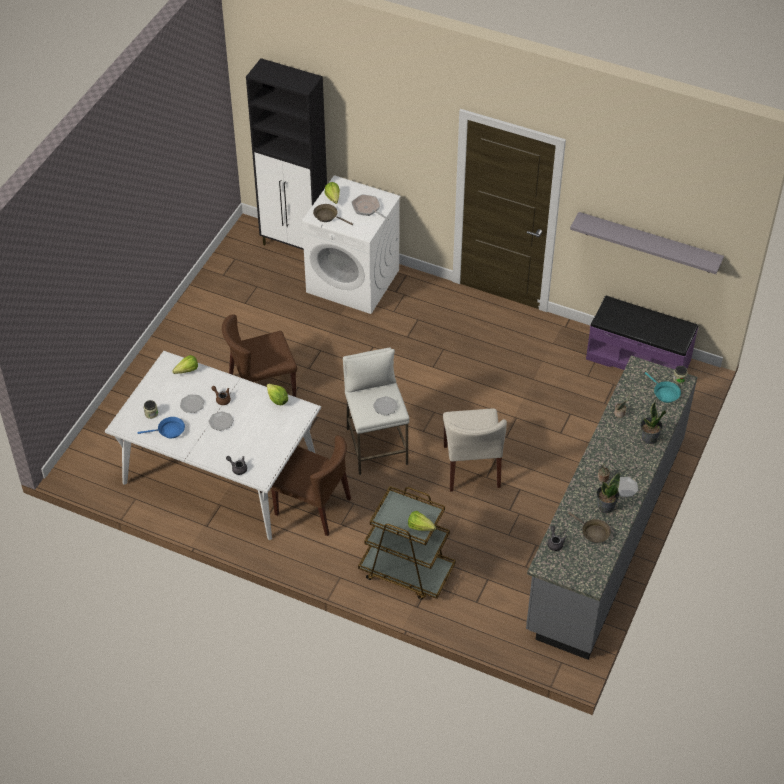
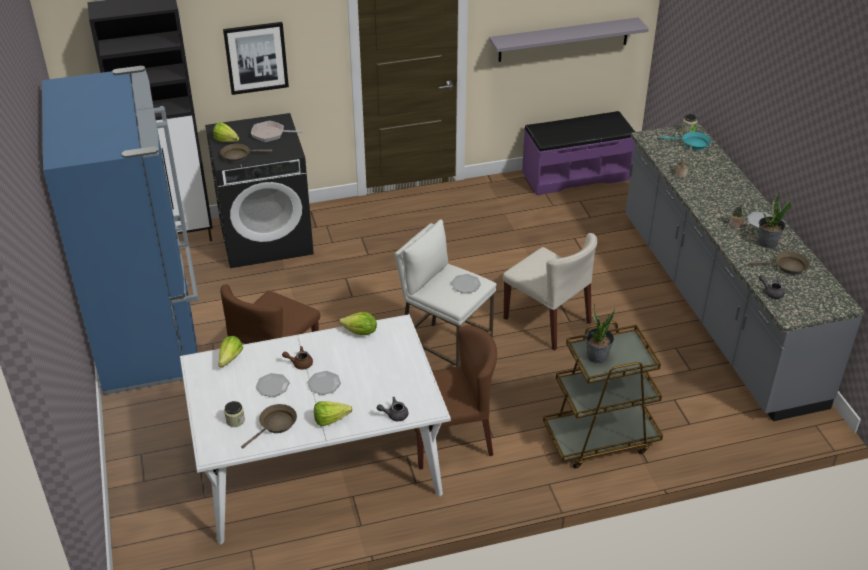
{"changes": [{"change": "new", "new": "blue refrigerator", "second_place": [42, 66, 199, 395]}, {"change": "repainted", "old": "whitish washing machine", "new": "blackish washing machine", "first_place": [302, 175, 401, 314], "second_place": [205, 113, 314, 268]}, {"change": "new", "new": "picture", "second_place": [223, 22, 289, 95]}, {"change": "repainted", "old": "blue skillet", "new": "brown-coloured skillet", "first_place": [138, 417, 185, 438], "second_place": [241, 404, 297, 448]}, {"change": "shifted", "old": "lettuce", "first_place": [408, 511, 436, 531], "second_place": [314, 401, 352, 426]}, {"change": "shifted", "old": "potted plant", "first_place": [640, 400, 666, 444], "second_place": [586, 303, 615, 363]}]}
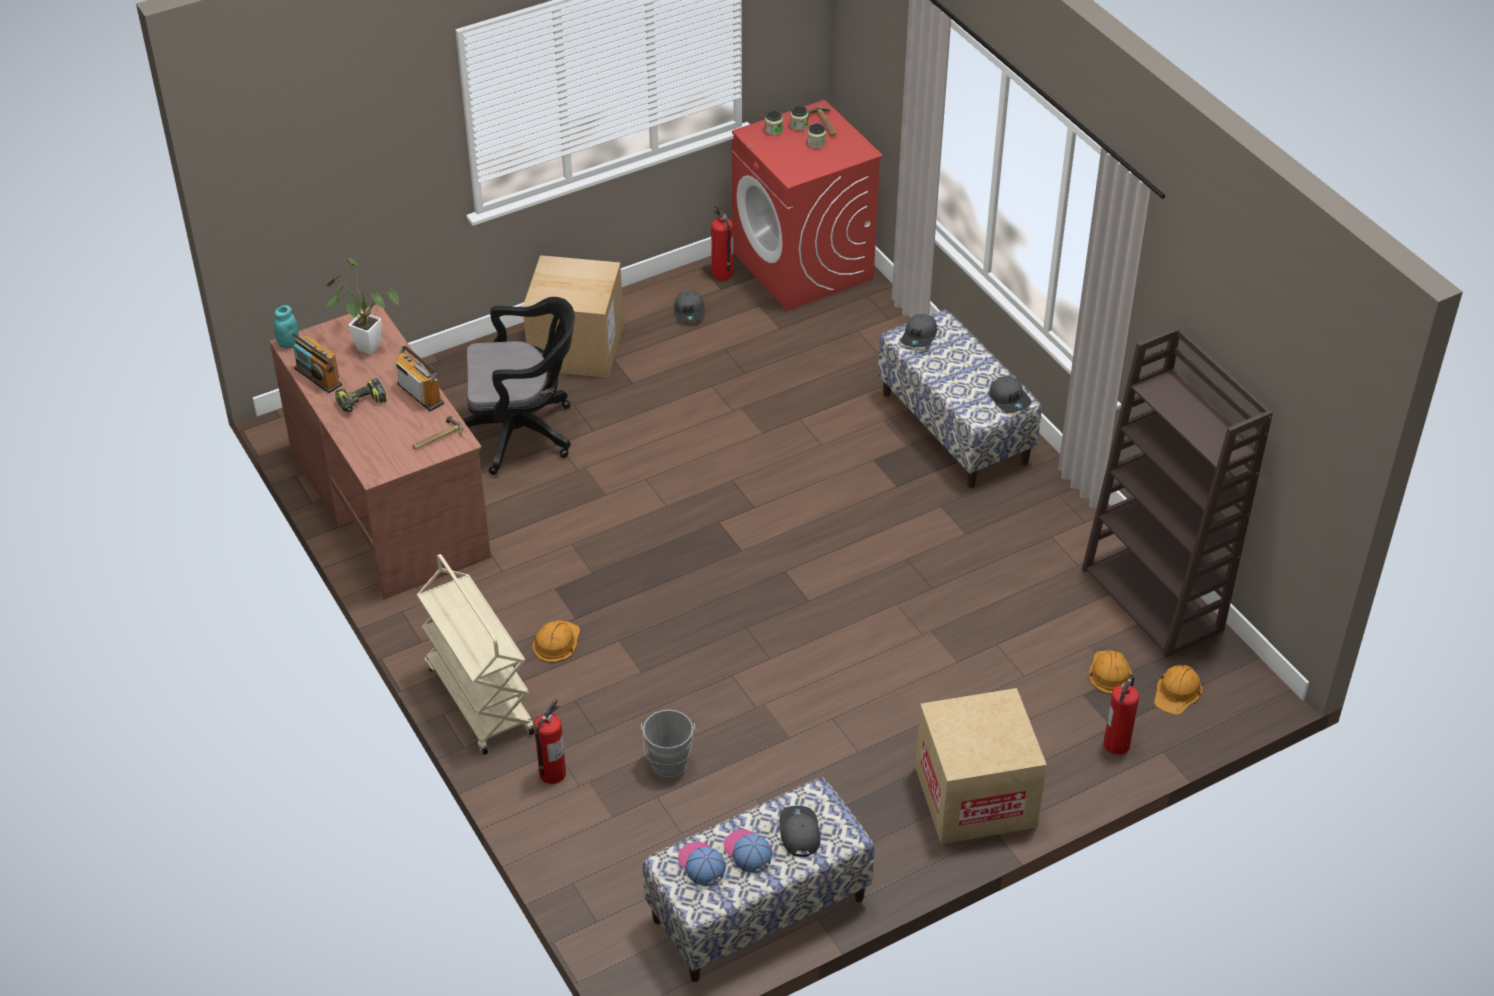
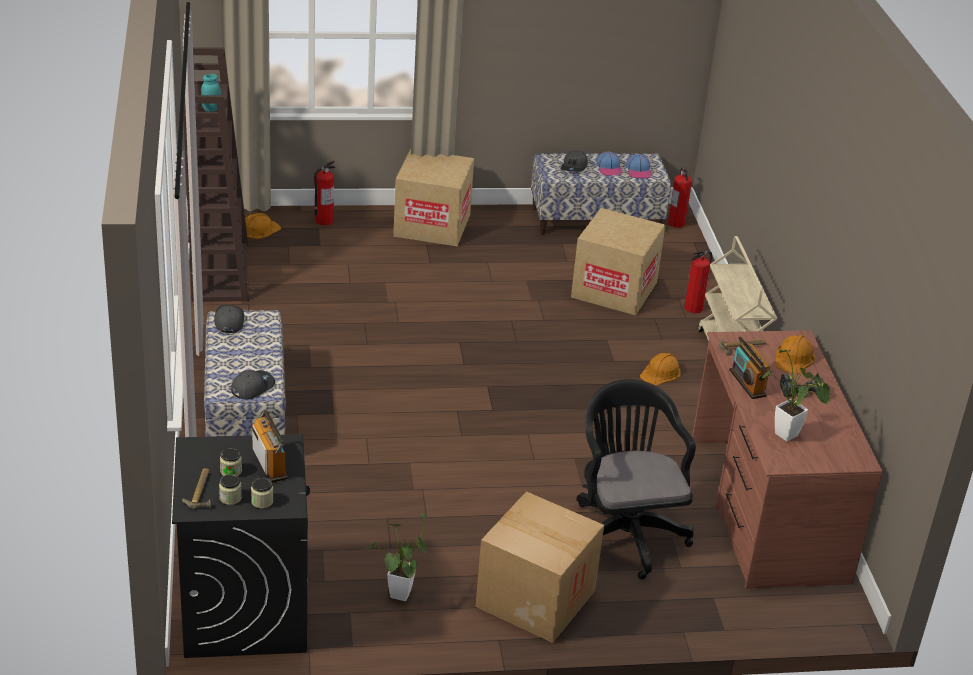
{"changes": [{"change": "repainted", "old": "reddish washing machine", "new": "blackish washing machine", "first_place": [732, 100, 883, 311], "second_place": [172, 434, 310, 658]}, {"change": "shifted", "old": "turquoise-coloured jar", "first_place": [274, 305, 299, 349], "second_place": [201, 74, 221, 112]}, {"change": "shifted", "old": "radio set", "first_place": [292, 333, 342, 393], "second_place": [252, 411, 288, 483]}, {"change": "swapped", "old": "greyish baseball cap", "new": "potted plant", "first_place": [675, 290, 705, 322], "second_place": [358, 513, 428, 601]}, {"change": "swapped", "old": "greyish water bucket", "new": "packing box", "first_place": [641, 709, 695, 777], "second_place": [571, 208, 665, 315]}, {"change": "rotated", "old": "blackish desk chair", "first_place": [462, 297, 575, 475], "second_place": [576, 379, 696, 580], "degrees": 60}, {"change": "shifted", "old": "extinguisher", "first_place": [711, 204, 733, 281], "second_place": [668, 167, 692, 228]}, {"change": "shifted", "old": "orange safety helmet", "first_place": [1089, 651, 1132, 695], "second_place": [775, 335, 815, 374]}]}
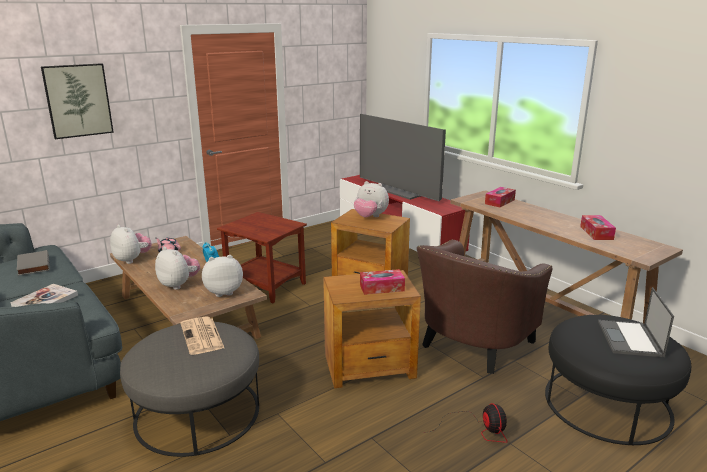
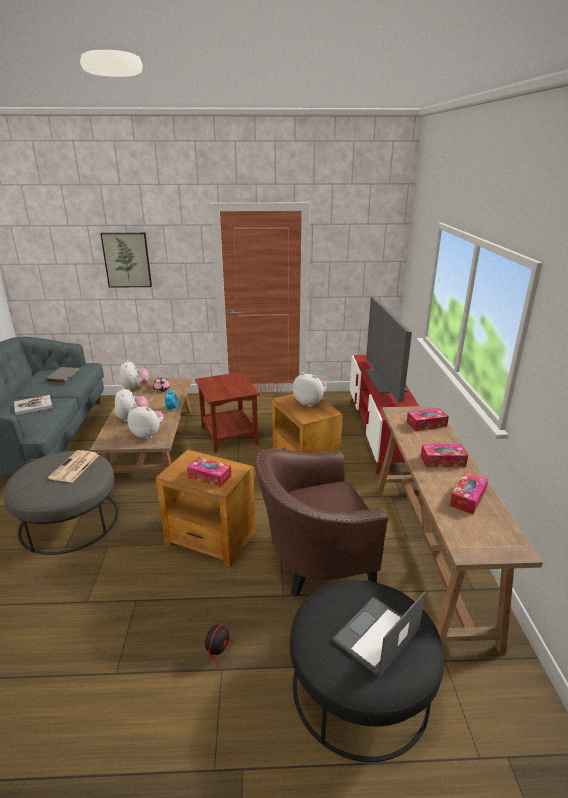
{"changes": [{"change": "rotated", "old": "cuddly toy", "first_place": [354, 181, 389, 217], "second_place": [293, 372, 327, 407], "degrees": 150}, {"change": "new", "new": "tissue holder", "second_place": [421, 444, 468, 467]}]}
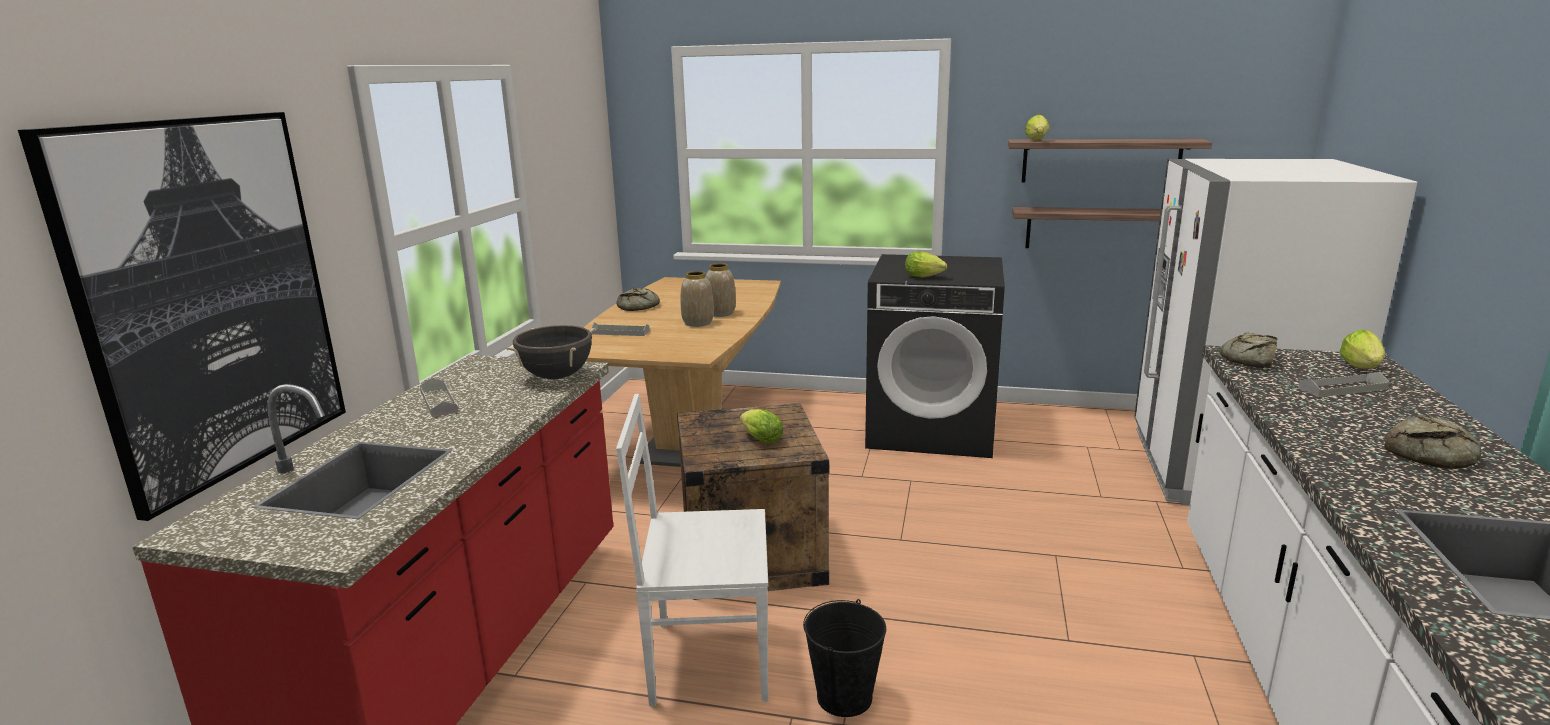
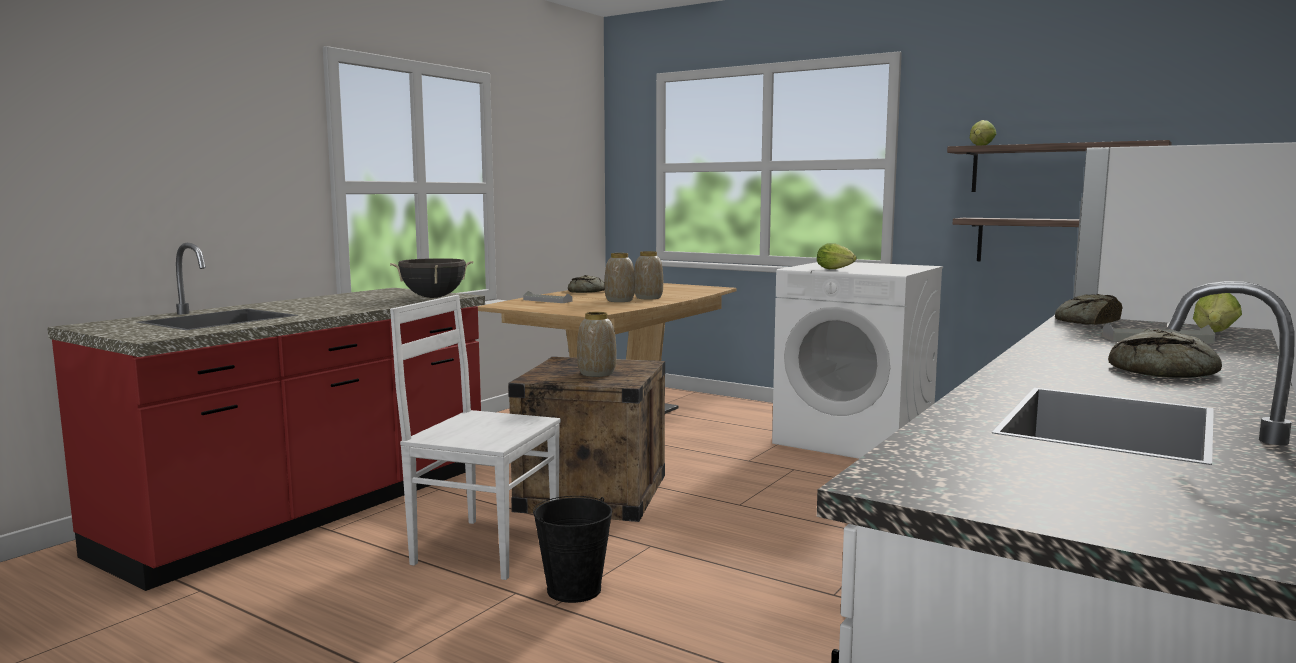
{"changes": [{"change": "swapped", "old": "lettuce", "new": "flower vase", "first_place": [740, 409, 783, 444], "second_place": [577, 312, 616, 377]}, {"change": "repainted", "old": "blackish washing machine", "new": "whitish washing machine", "first_place": [865, 254, 1005, 458], "second_place": [772, 262, 943, 459]}, {"change": "gone", "old": "picture", "first_place": [18, 112, 346, 521]}, {"change": "gone", "old": "greyish serving tray", "first_place": [420, 378, 458, 417]}]}
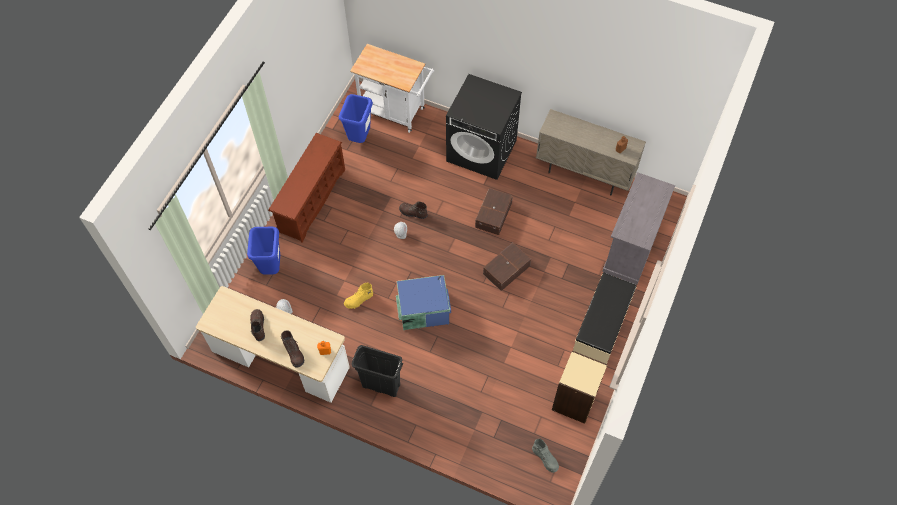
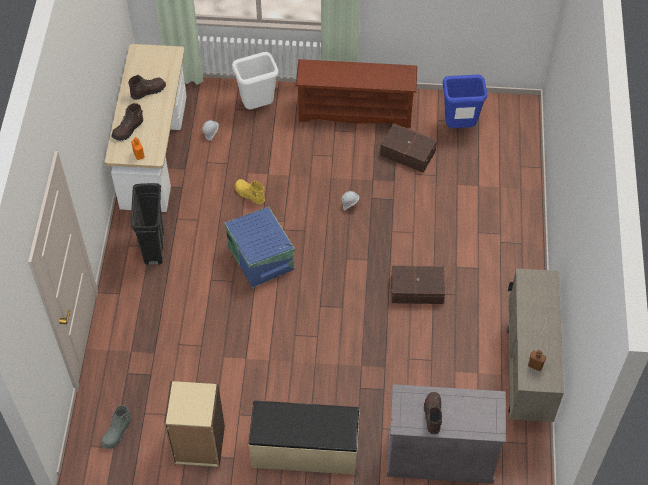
{"changes": [{"change": "repainted", "old": "blue trash can", "new": "whitish trash can", "first_place": [247, 227, 280, 275], "second_place": [232, 52, 279, 109]}, {"change": "shifted", "old": "brown-coloured storage box", "first_place": [483, 243, 531, 291], "second_place": [380, 123, 437, 173]}, {"change": "shifted", "old": "brown-coloured high-top boot", "first_place": [399, 201, 428, 219], "second_place": [423, 392, 442, 434]}, {"change": "gone", "old": "whitish trolley", "first_place": [350, 44, 434, 133]}, {"change": "gone", "old": "blackish washing machine", "first_place": [446, 74, 522, 180]}]}
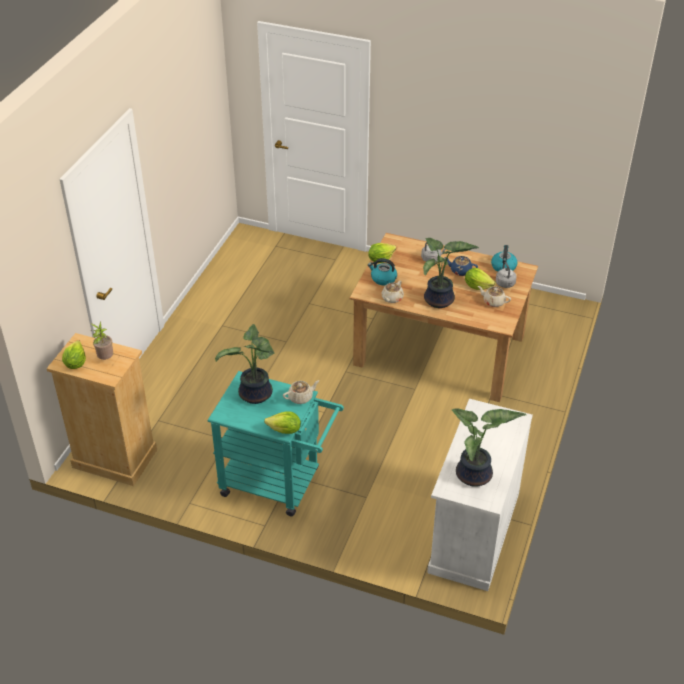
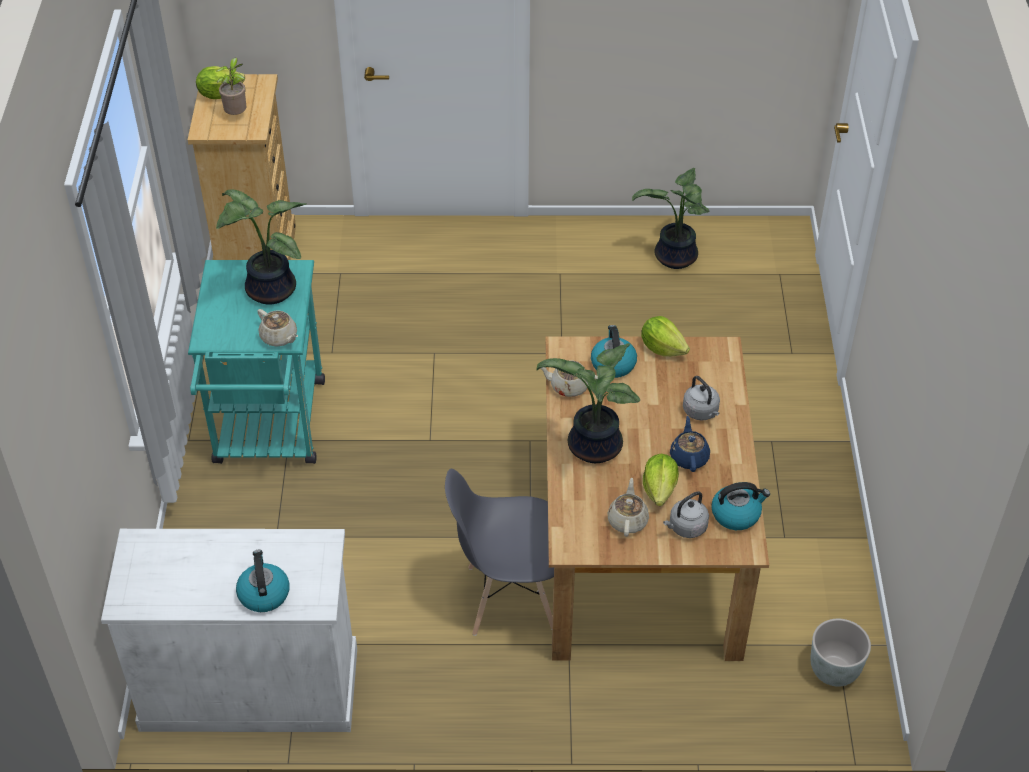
{"changes": [{"change": "new", "new": "kettle", "second_place": [236, 550, 290, 612]}, {"change": "new", "new": "greyish plain chair", "second_place": [445, 469, 554, 636]}, {"change": "shifted", "old": "potted plant", "first_place": [452, 408, 527, 487], "second_place": [632, 168, 709, 269]}, {"change": "new", "new": "greyish flower pot", "second_place": [810, 619, 871, 687]}, {"change": "gone", "old": "lettuce", "first_place": [264, 411, 301, 434]}]}
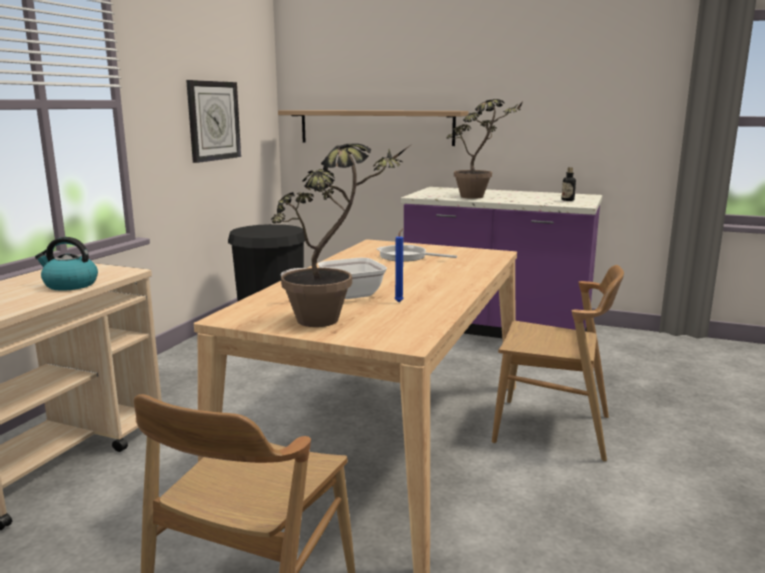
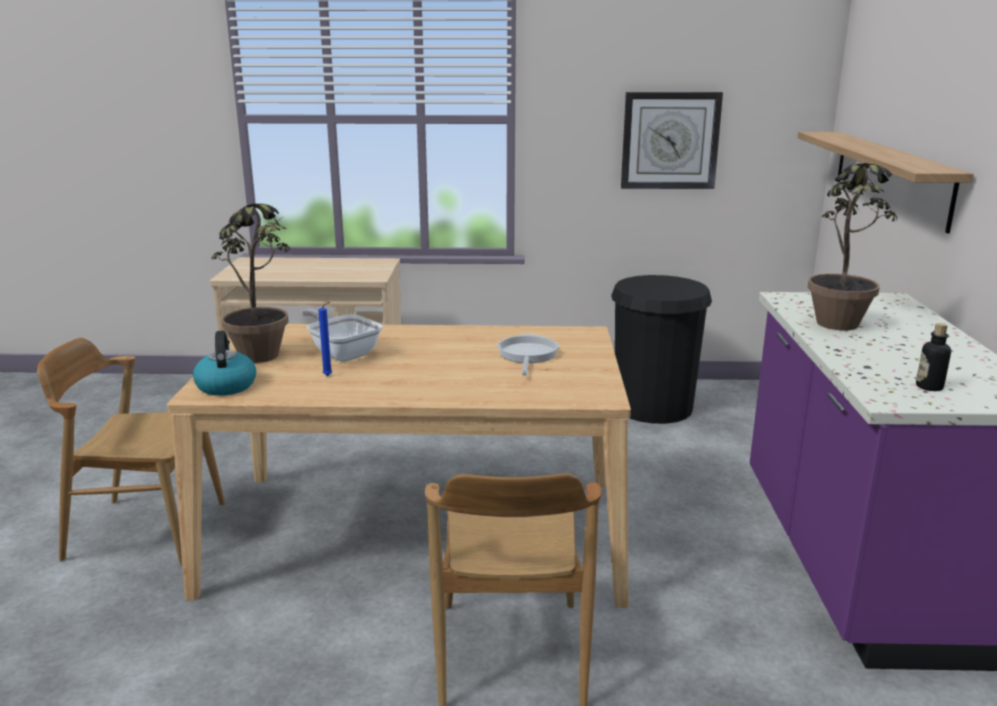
{"changes": [{"change": "shifted", "old": "kettle", "first_place": [35, 237, 98, 291], "second_place": [193, 331, 256, 396]}]}
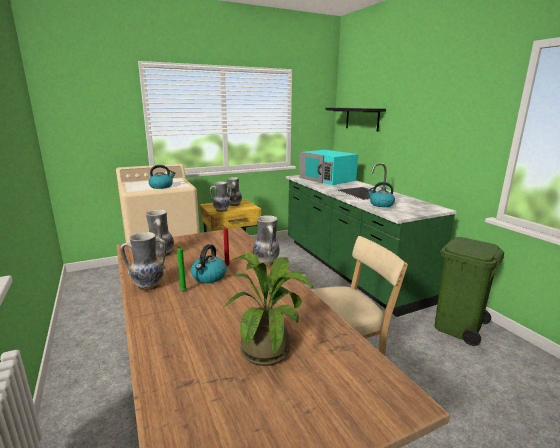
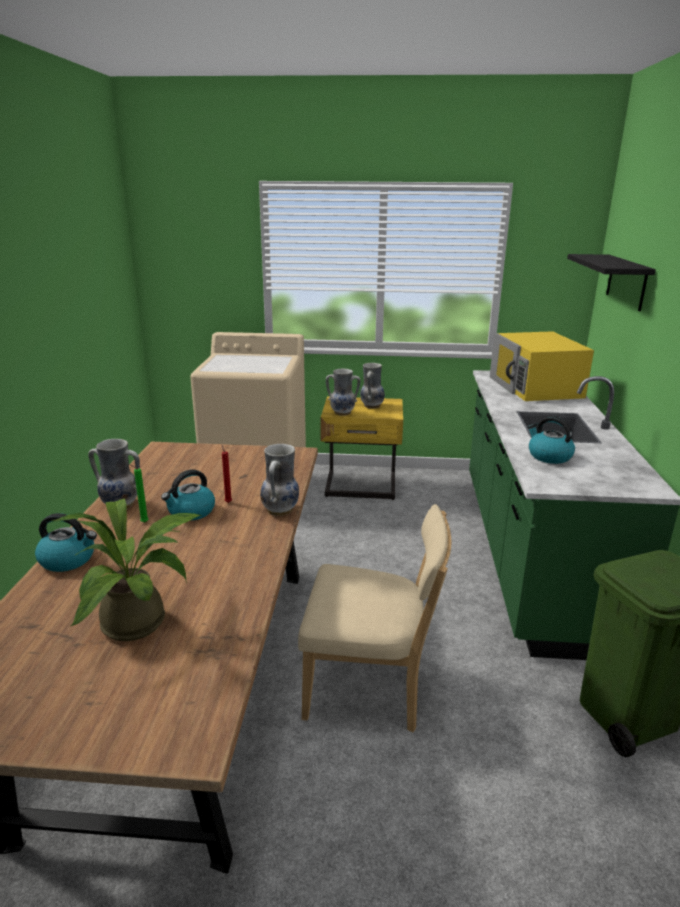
{"changes": [{"change": "shifted", "old": "kettle", "first_place": [148, 165, 176, 189], "second_place": [35, 513, 97, 572]}, {"change": "repainted", "old": "turquoise-coloured kitchen microwave", "new": "yellow kitchen microwave", "first_place": [299, 150, 358, 185], "second_place": [490, 331, 594, 401]}, {"change": "gone", "old": "flower vase", "first_place": [146, 210, 174, 257]}]}
